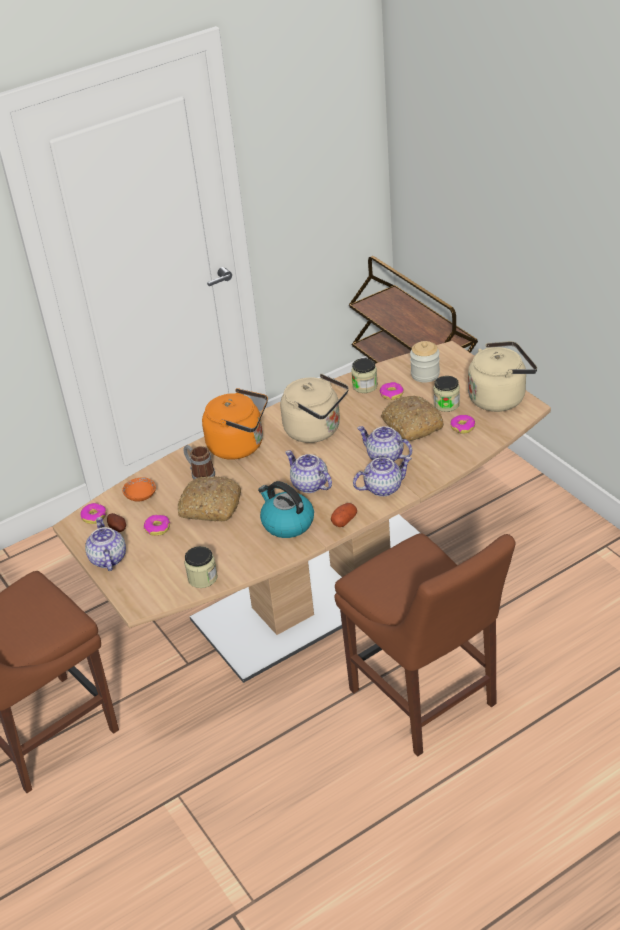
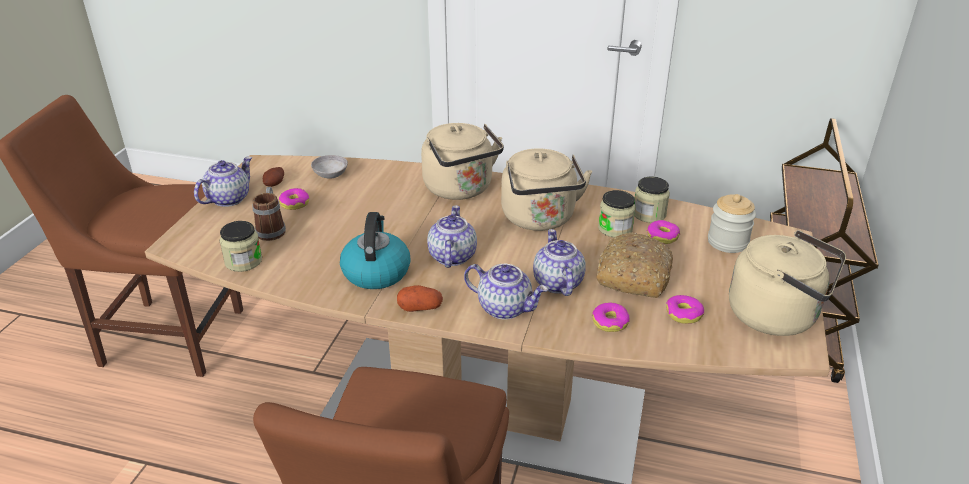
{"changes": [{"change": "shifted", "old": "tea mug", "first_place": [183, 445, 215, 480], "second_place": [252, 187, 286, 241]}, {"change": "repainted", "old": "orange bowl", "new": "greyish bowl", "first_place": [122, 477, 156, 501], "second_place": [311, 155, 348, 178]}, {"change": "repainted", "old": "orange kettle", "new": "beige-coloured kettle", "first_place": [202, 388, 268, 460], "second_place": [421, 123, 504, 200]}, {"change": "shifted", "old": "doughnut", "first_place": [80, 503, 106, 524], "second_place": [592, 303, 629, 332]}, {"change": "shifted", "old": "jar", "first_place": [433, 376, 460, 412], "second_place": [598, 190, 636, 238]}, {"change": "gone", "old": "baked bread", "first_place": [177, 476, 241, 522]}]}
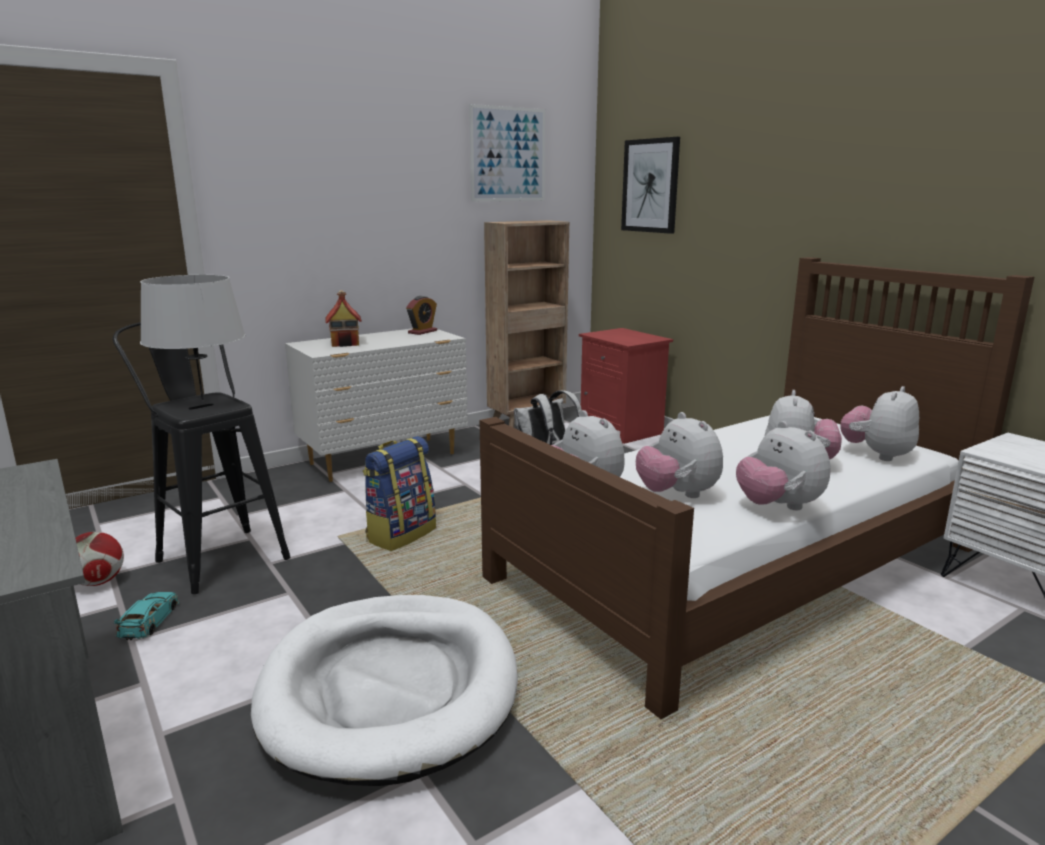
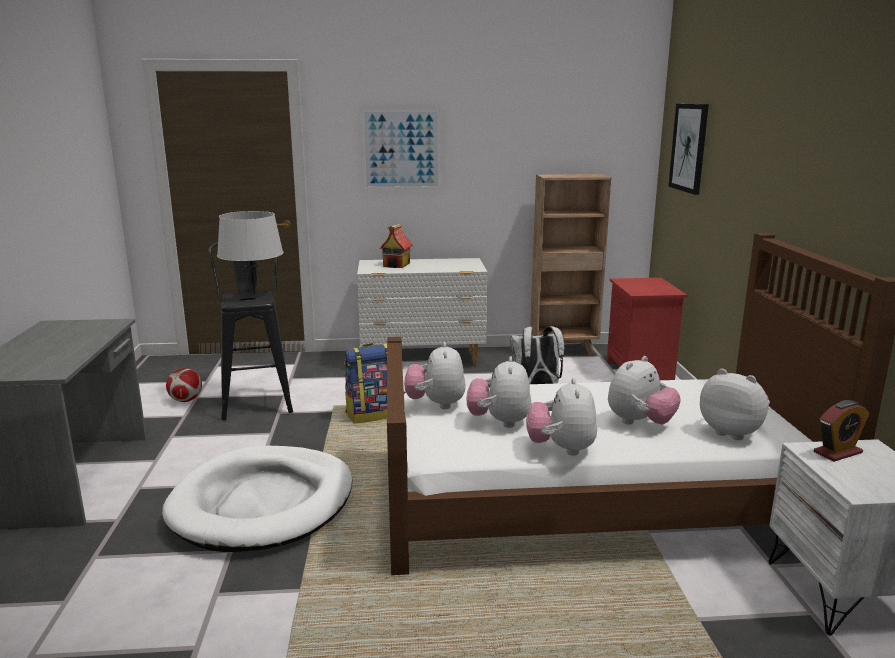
{"changes": [{"change": "shifted", "old": "picture", "first_place": [469, 104, 545, 201], "second_place": [361, 109, 441, 189]}, {"change": "rotated", "old": "cuddly toy", "first_place": [840, 386, 919, 461], "second_place": [700, 369, 770, 440], "degrees": 60}, {"change": "shifted", "old": "bedside clock", "first_place": [406, 296, 437, 335], "second_place": [814, 400, 869, 462]}, {"change": "gone", "old": "turquoise-coloured miniature car", "first_place": [114, 592, 179, 640]}]}
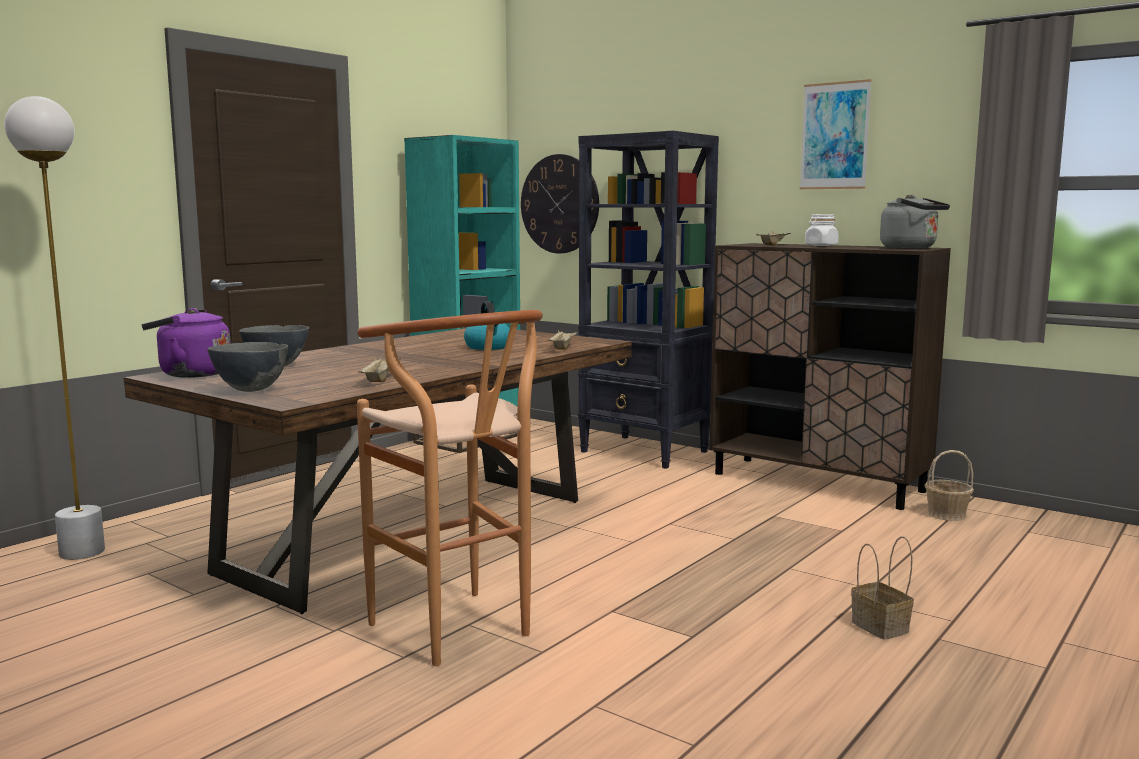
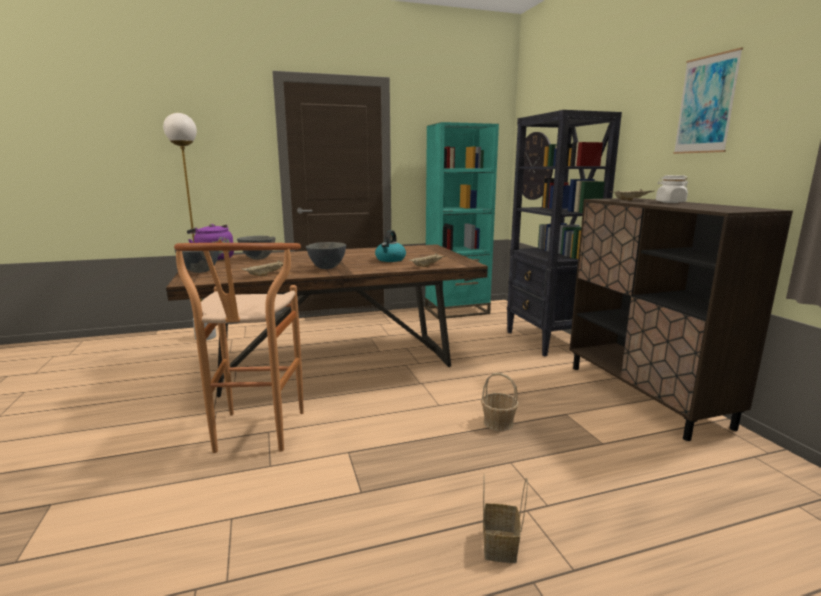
{"changes": [{"change": "new", "new": "greyish bowl", "second_place": [306, 242, 346, 269]}, {"change": "shifted", "old": "household basket", "first_place": [924, 450, 974, 521], "second_place": [481, 373, 519, 431]}, {"change": "gone", "old": "greyish kettle", "first_place": [880, 194, 950, 249]}]}
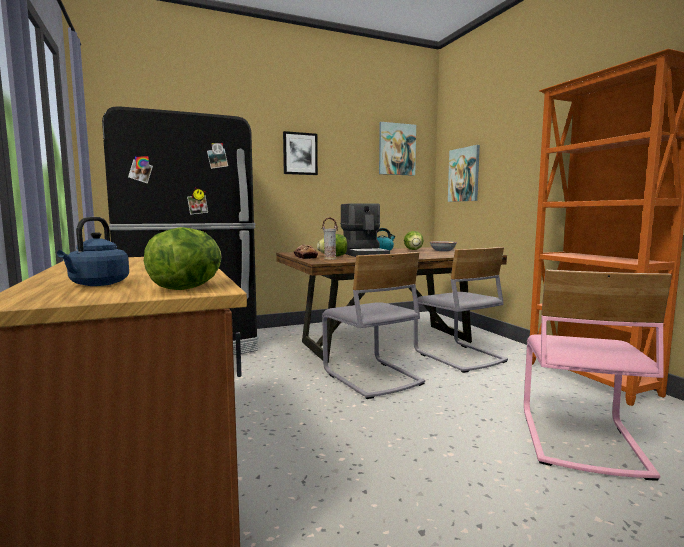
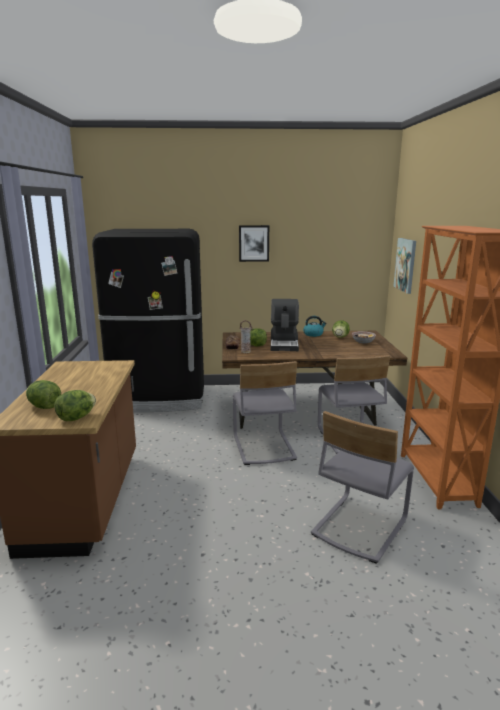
{"changes": [{"change": "swapped", "old": "blue kettle", "new": "lettuce", "first_place": [57, 217, 129, 286], "second_place": [26, 380, 61, 409]}, {"change": "repainted", "old": "pinkish plain chair", "new": "greyish plain chair", "first_place": [524, 270, 672, 481], "second_place": [311, 411, 414, 564]}, {"change": "gone", "old": "picture", "first_place": [379, 122, 416, 176]}]}
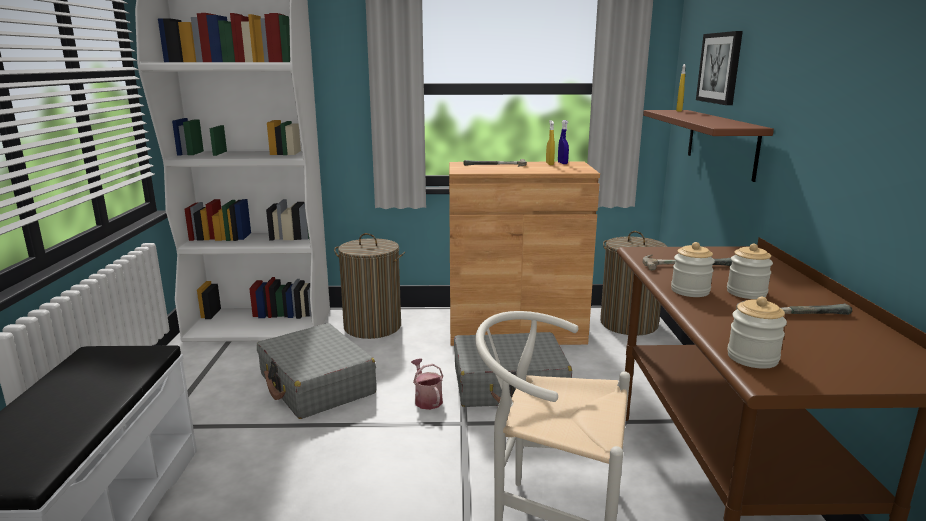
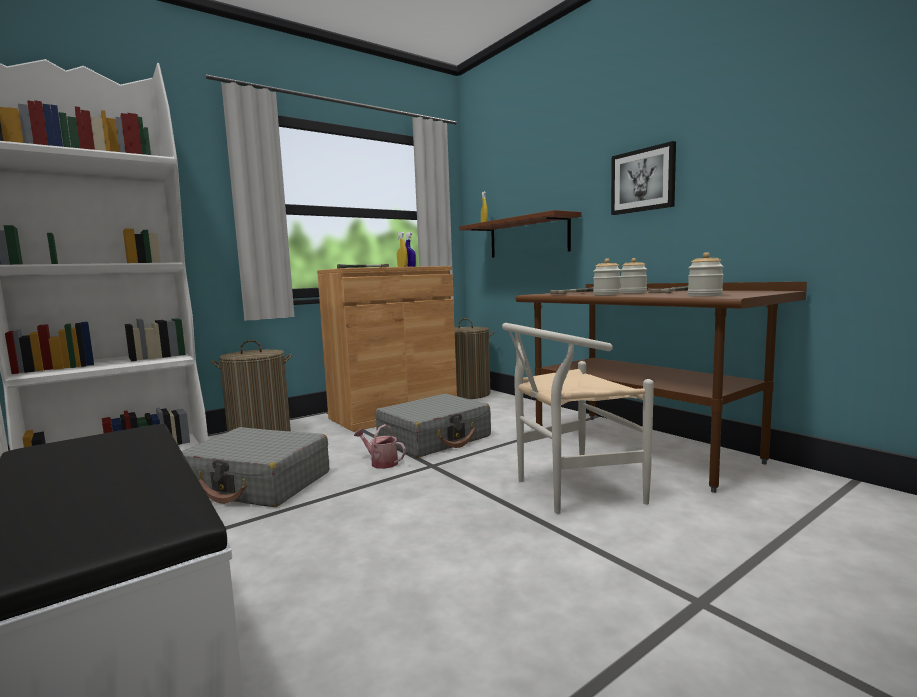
{"changes": [{"change": "shifted", "old": "picture", "first_place": [696, 31, 743, 105], "second_place": [611, 141, 676, 215]}]}
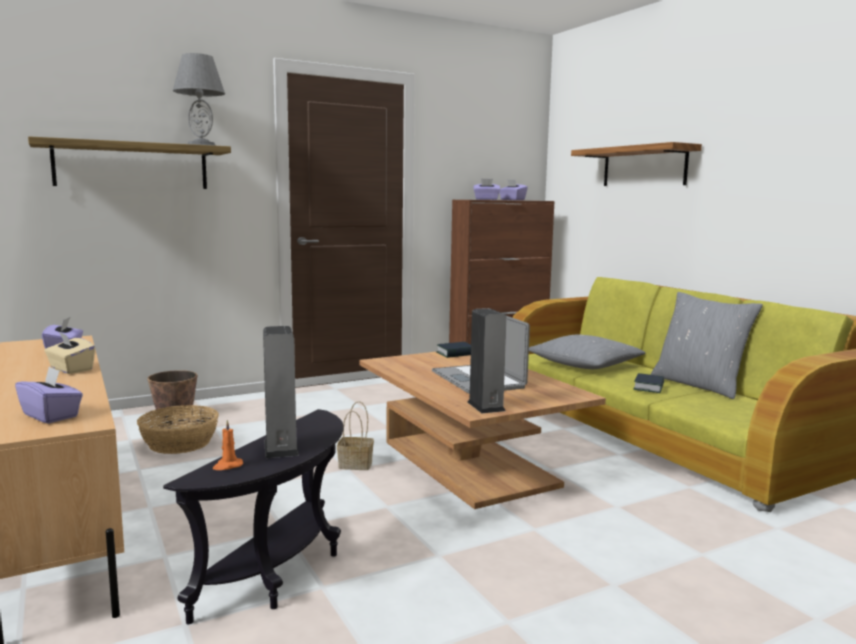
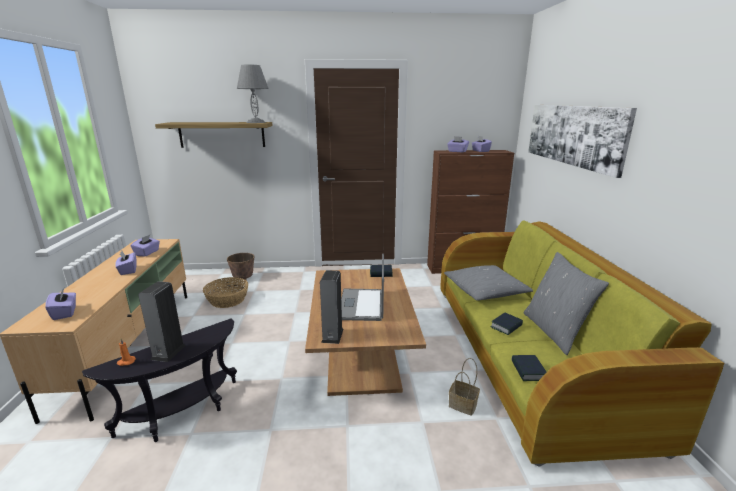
{"changes": [{"change": "repainted", "old": "beige-coloured tissue holder", "new": "purple-coloured tissue holder", "first_place": [44, 332, 95, 374], "second_place": [115, 251, 137, 275]}, {"change": "shifted", "old": "household basket", "first_place": [337, 401, 374, 470], "second_place": [449, 358, 480, 416]}, {"change": "new", "new": "bound book", "second_place": [512, 355, 546, 381]}, {"change": "swapped", "old": "wall shelf", "new": "picture", "first_place": [571, 142, 702, 186], "second_place": [528, 105, 637, 178]}]}
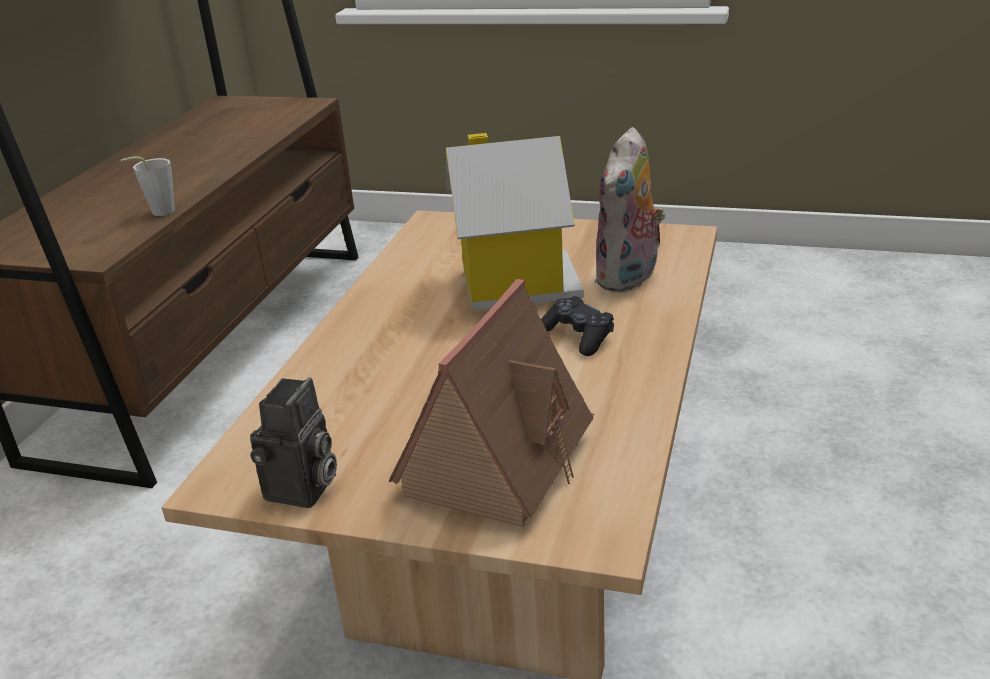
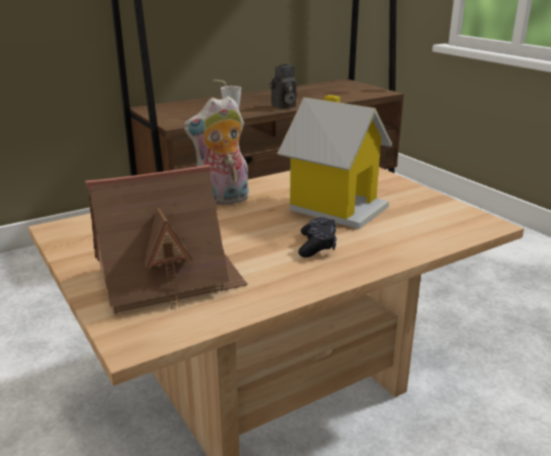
{"changes": [{"change": "shifted", "old": "cuddly toy", "first_place": [595, 127, 666, 292], "second_place": [183, 96, 249, 206]}, {"change": "shifted", "old": "photo camera", "first_place": [250, 377, 337, 508], "second_place": [269, 64, 297, 109]}]}
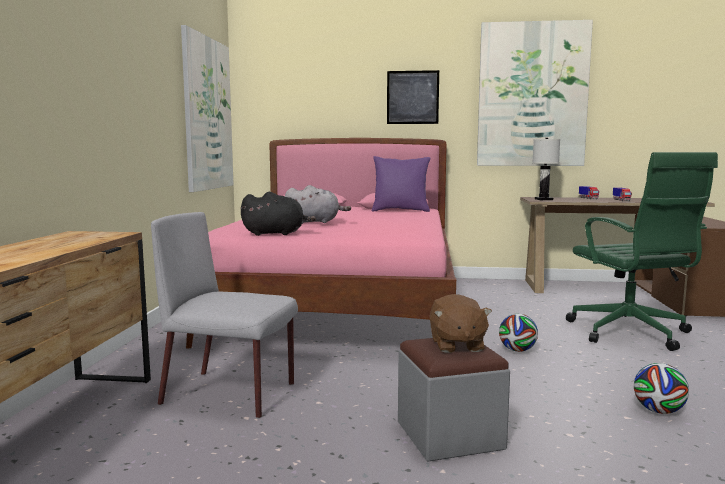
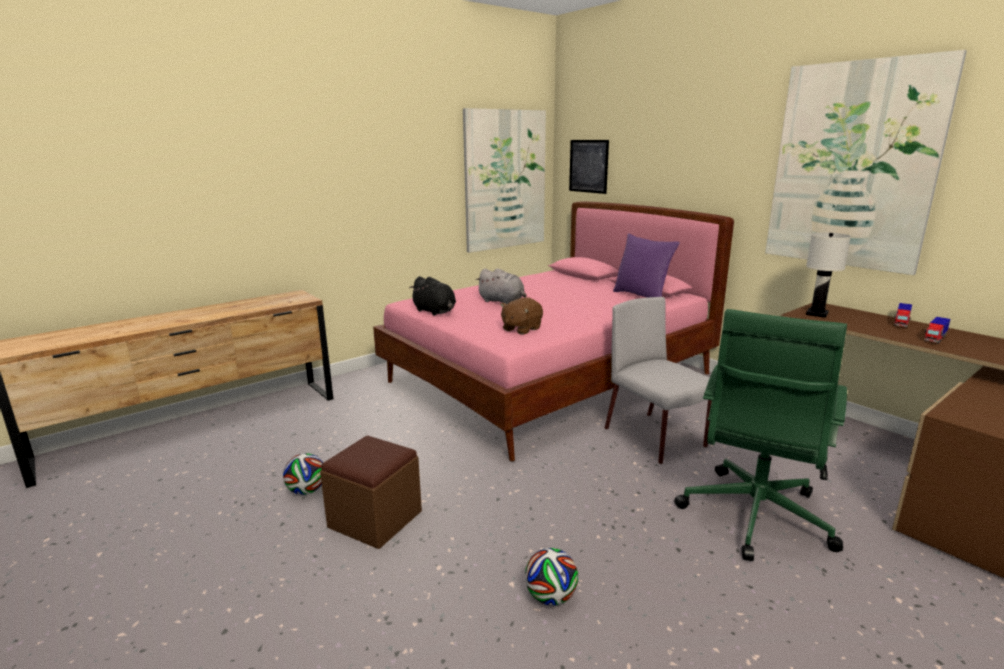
{"changes": [{"change": "shifted", "old": "ball for football", "first_place": [499, 314, 538, 352], "second_place": [283, 453, 323, 495]}, {"change": "repainted", "old": "greyish pouffe", "new": "brown-coloured pouffe", "first_place": [398, 338, 510, 462], "second_place": [320, 436, 422, 549]}, {"change": "shifted", "old": "brown-coloured cuddly toy", "first_place": [429, 294, 492, 353], "second_place": [500, 297, 543, 335]}, {"change": "shifted", "old": "picture", "first_place": [387, 70, 439, 124], "second_place": [569, 140, 609, 194]}, {"change": "shifted", "old": "greyish plain chair", "first_place": [151, 212, 298, 418], "second_place": [605, 297, 712, 464]}]}
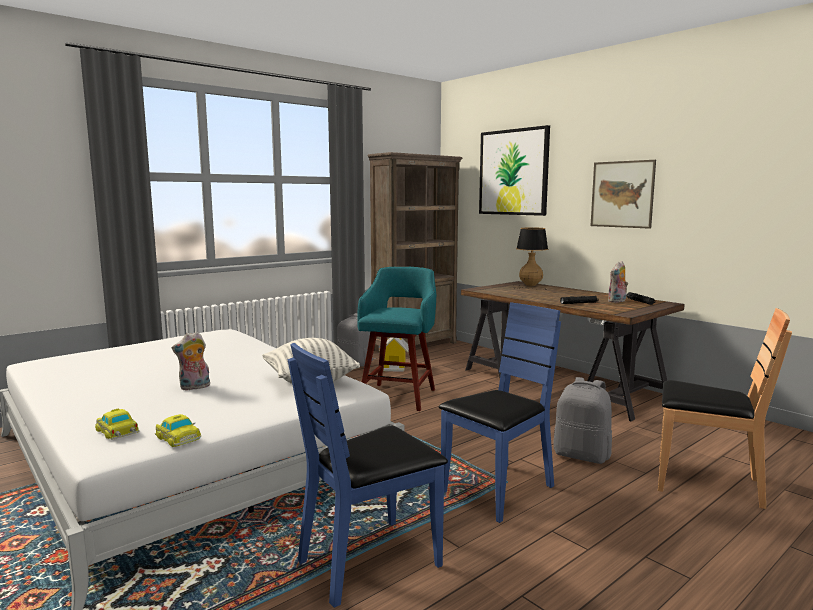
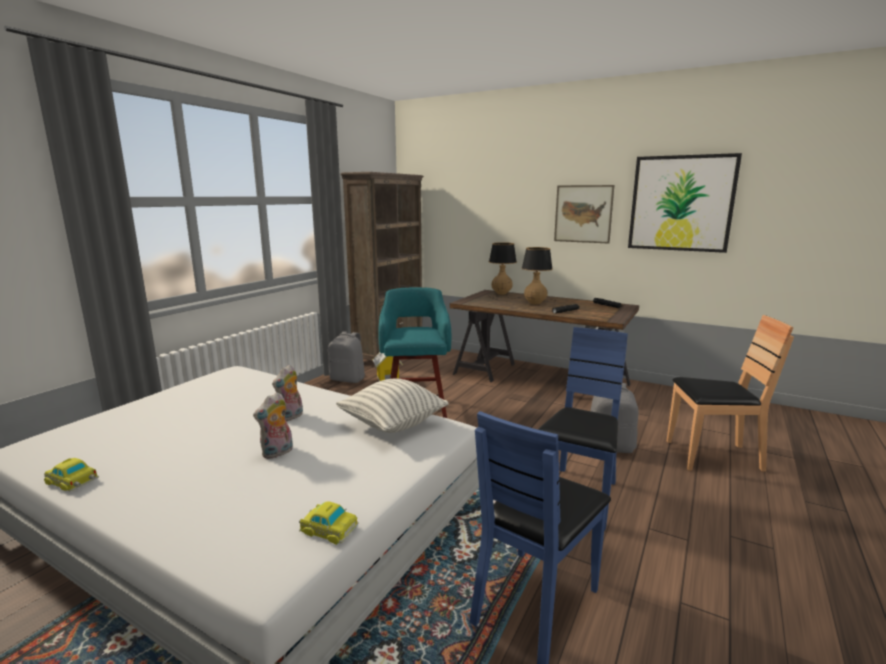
{"changes": [{"change": "shifted", "old": "miniature car", "first_place": [95, 408, 140, 440], "second_place": [44, 458, 99, 491]}, {"change": "shifted", "old": "cuddly toy", "first_place": [608, 261, 628, 303], "second_place": [272, 364, 303, 422]}, {"change": "new", "new": "lamp for a table", "second_place": [521, 247, 554, 305]}, {"change": "shifted", "old": "picture", "first_place": [479, 125, 550, 216], "second_place": [628, 153, 742, 253]}]}
